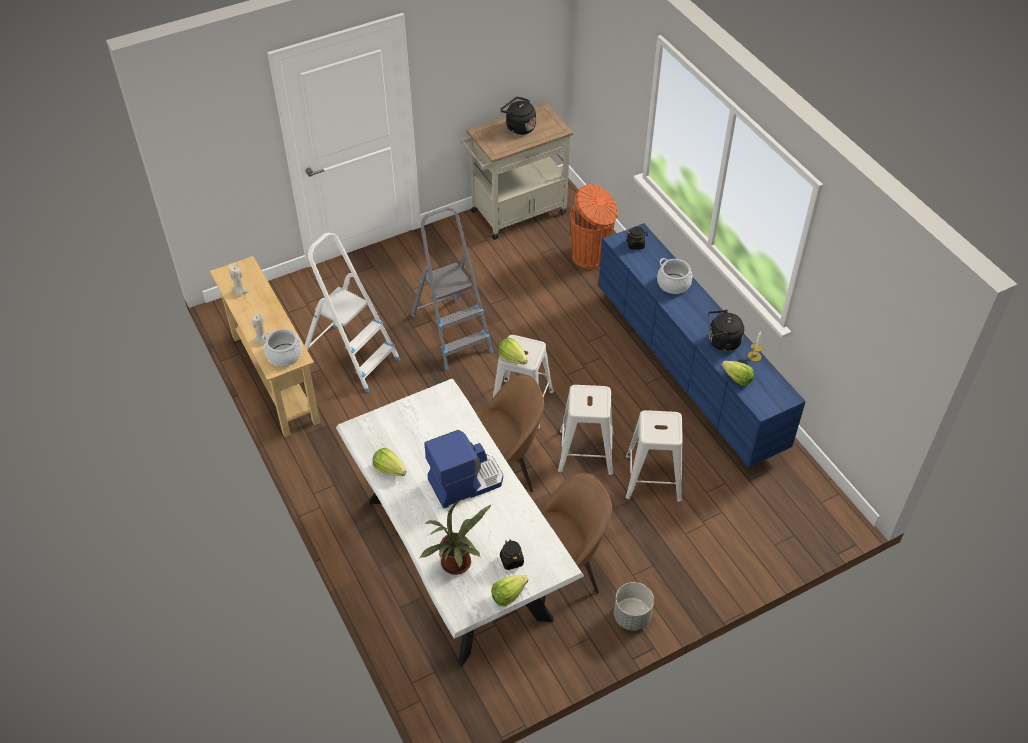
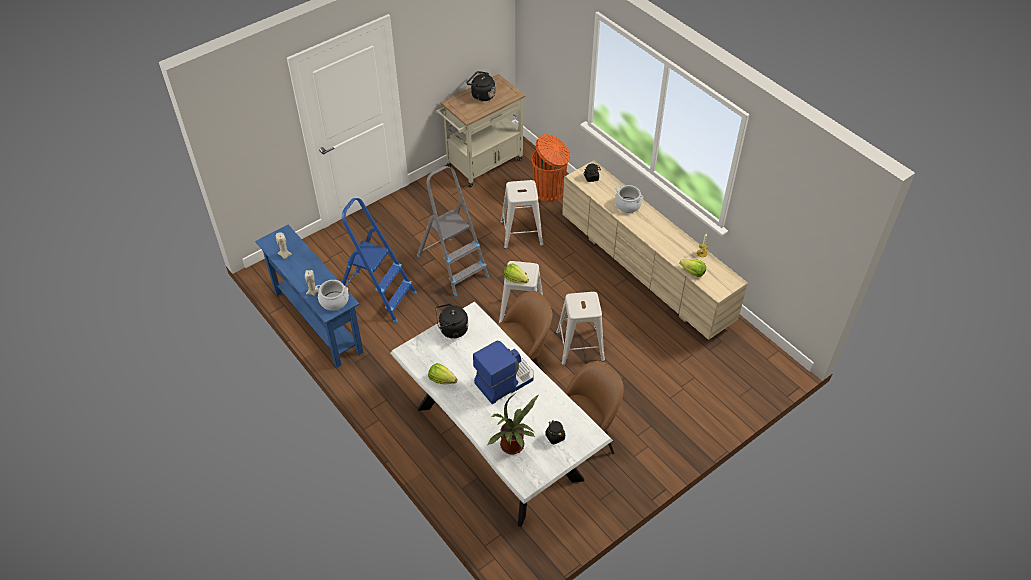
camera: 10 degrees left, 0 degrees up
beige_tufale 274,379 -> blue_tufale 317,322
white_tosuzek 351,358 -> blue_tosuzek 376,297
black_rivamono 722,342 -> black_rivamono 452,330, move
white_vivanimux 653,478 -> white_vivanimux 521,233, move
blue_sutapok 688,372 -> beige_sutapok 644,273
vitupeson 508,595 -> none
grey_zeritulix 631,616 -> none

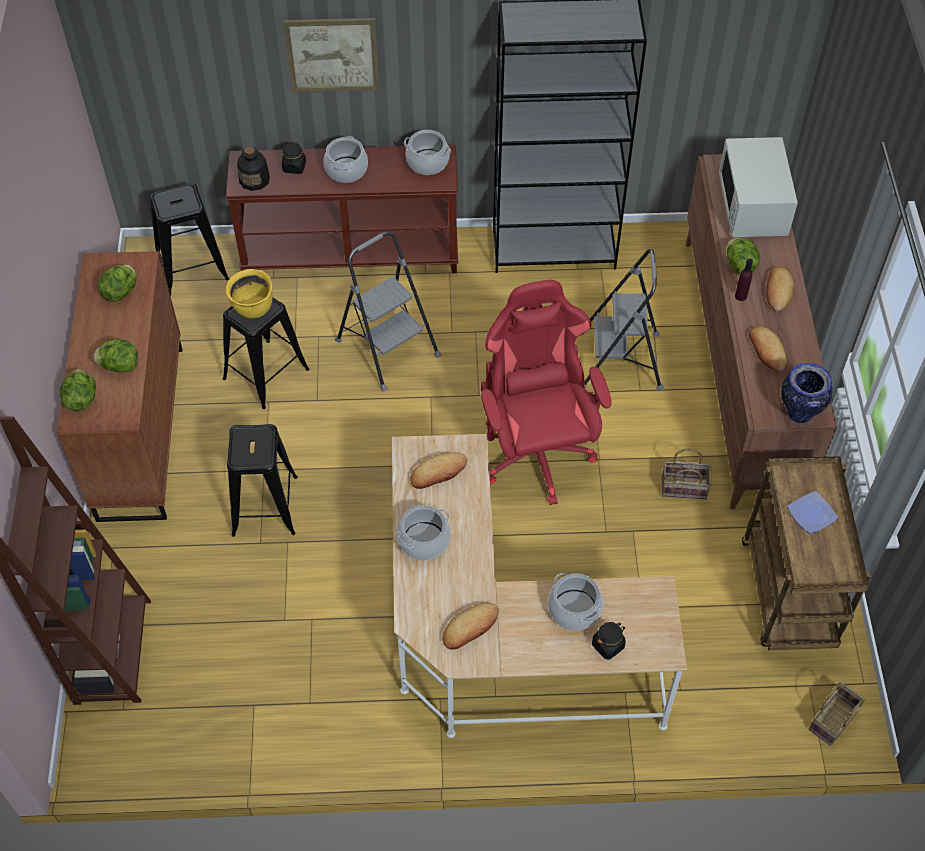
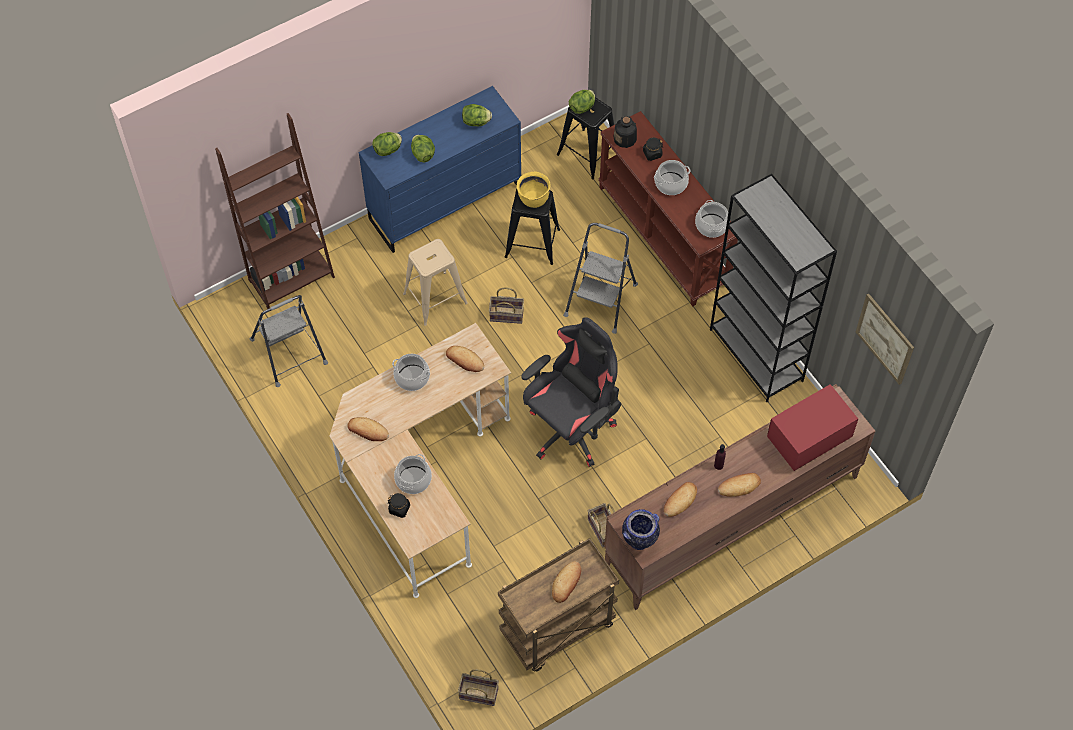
camera: 60 degrees right, 5 degrees up
grey_tosuzek 623,360 -> grey_tosuzek 289,352, move
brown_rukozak 139,431 -> blue_rukozak 444,201
black_vivanimux 265,506 -> beige_vivanimux 434,298
none -> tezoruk 507,314
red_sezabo 537,457 -> black_sezabo 570,431
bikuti 811,513 -> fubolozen 566,583
vitupeson 739,265 -> vitupeson 582,107, move
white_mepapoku 752,207 -> red_mepapoku 809,438
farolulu 332,55 -> farolulu 885,338, move

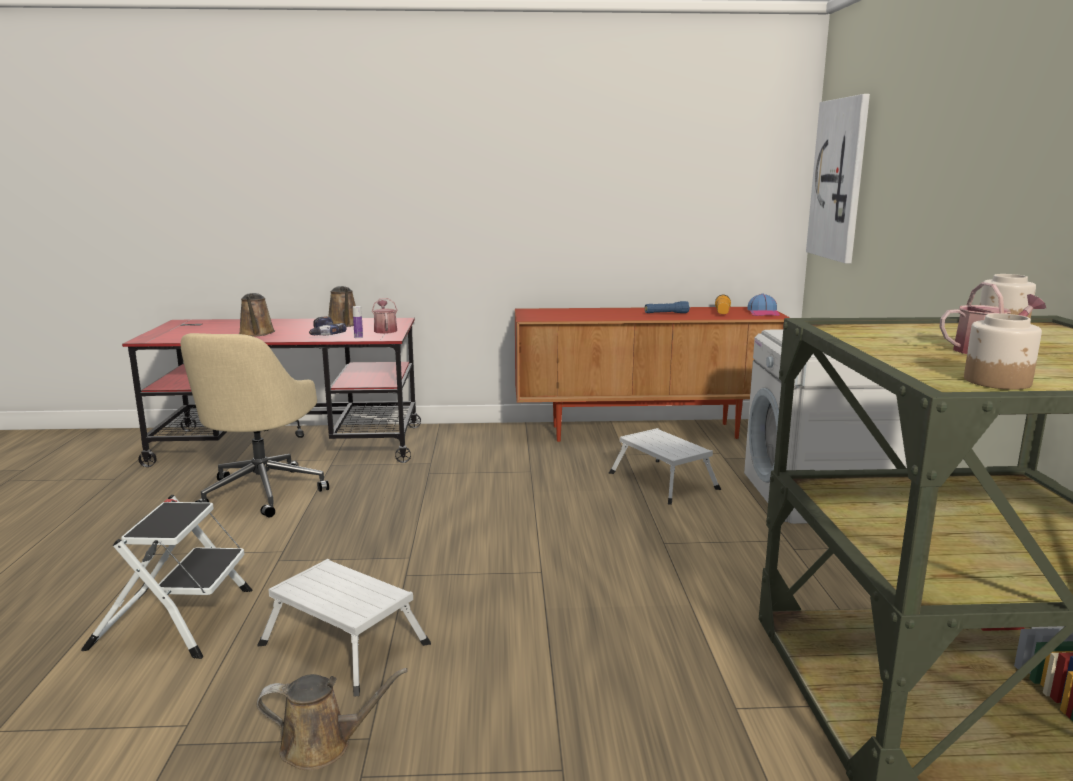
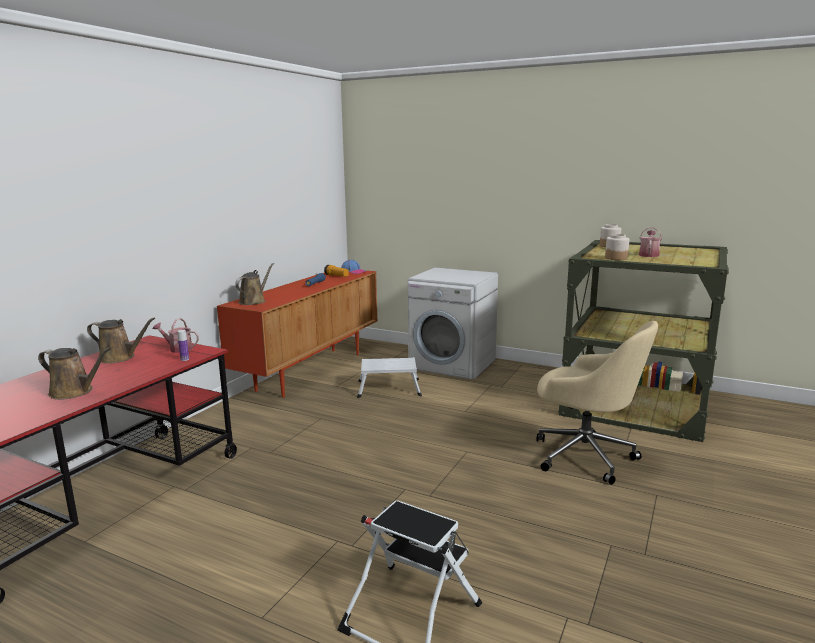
camera: 60 degrees left, 0 degrees up
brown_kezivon 323,745 -> brown_kezivon 254,301, move
beige_sezabo 262,493 -> beige_sezabo 585,457, move
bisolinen 998,382 -> bisolinen 616,258, move
white_tosuzek 345,644 -> none
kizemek 323,334 -> none
farolulu 839,179 -> none

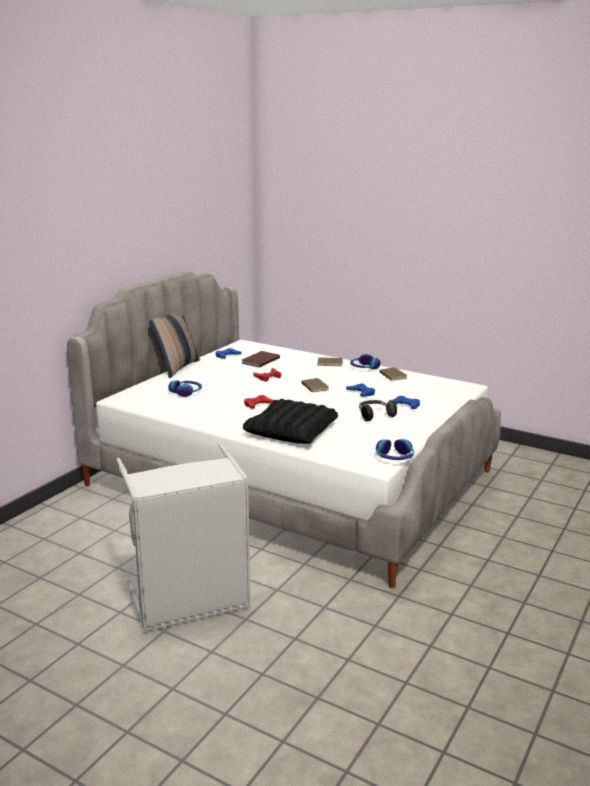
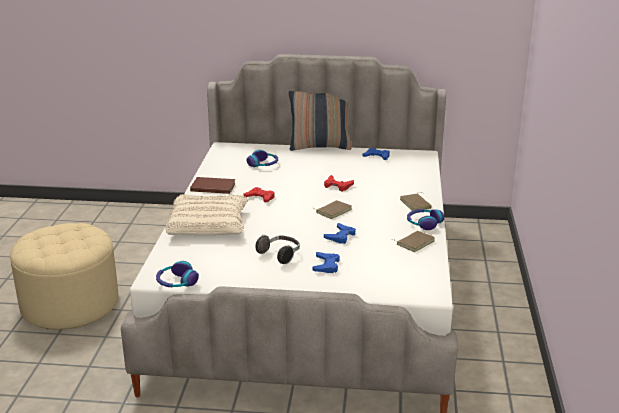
camera: 65 degrees right, 5 degrees up
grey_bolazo 190,603 -> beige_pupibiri 70,304
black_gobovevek 291,431 -> beige_gobovevek 208,224
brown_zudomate 259,361 -> brown_zudomate 212,187, move

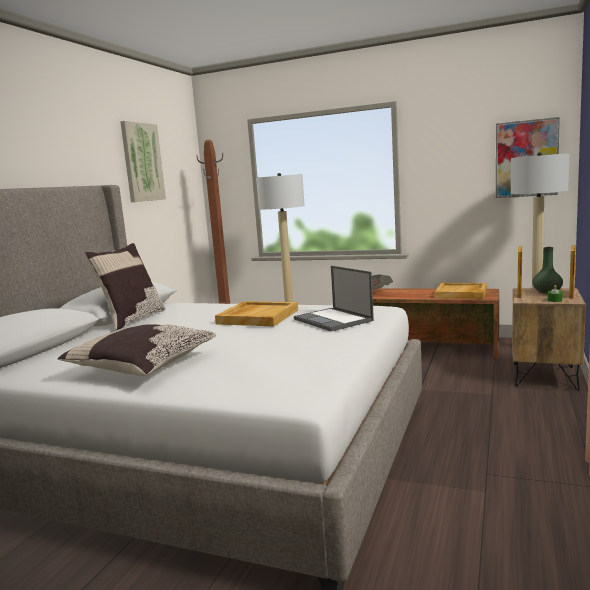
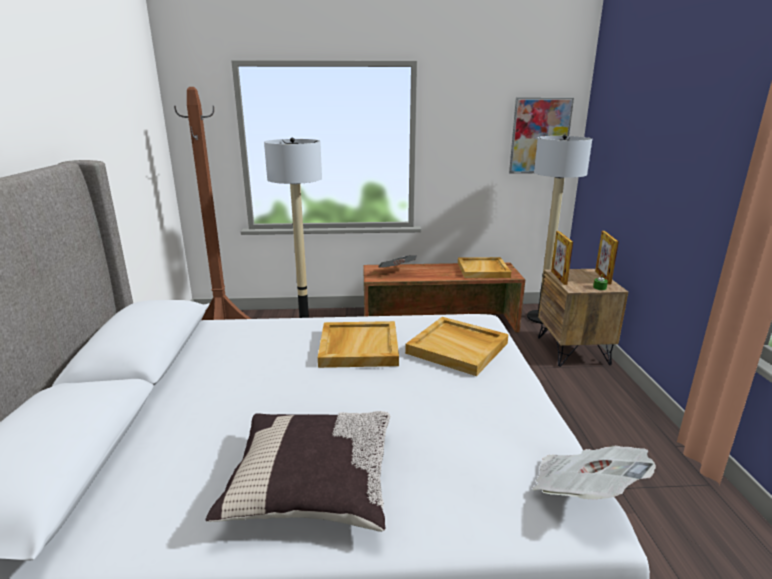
camera: 25 degrees left, 10 degrees up
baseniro 333,320 -> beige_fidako 458,348
none -> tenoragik 583,491
gobovevek 132,320 -> none
farolulu 142,162 -> none
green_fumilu 547,292 -> none

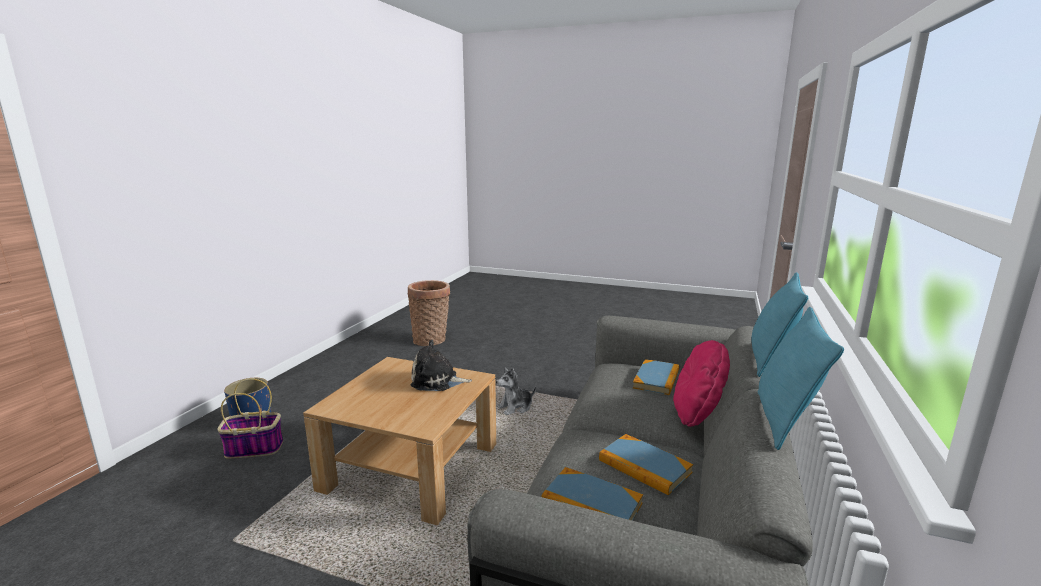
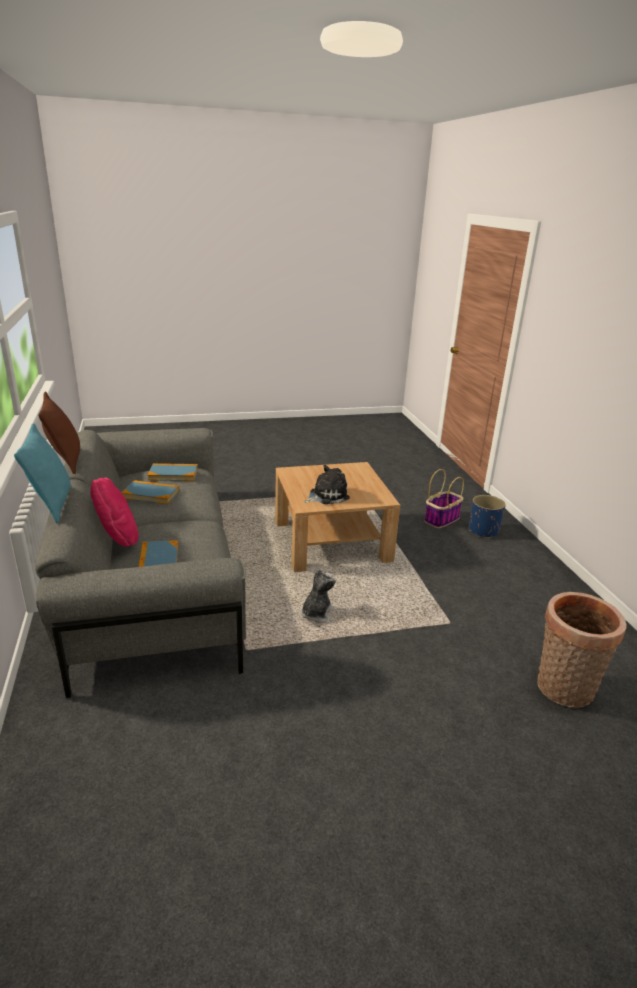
camera: 145 degrees right, 10 degrees up
turquoise_gobovevek 784,421 -> brown_gobovevek 66,461

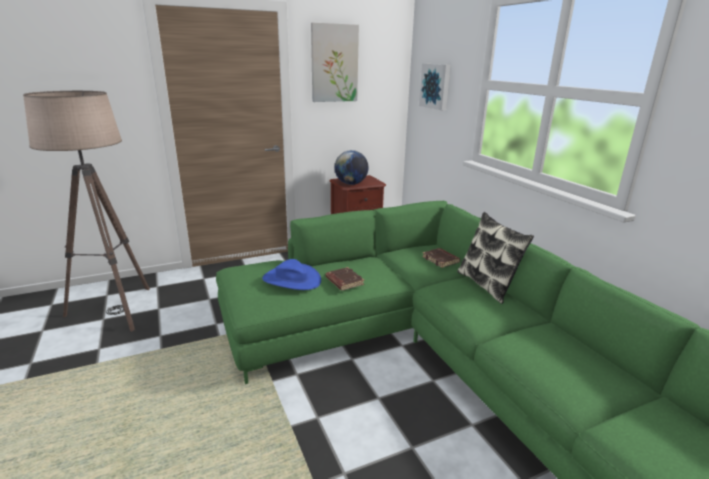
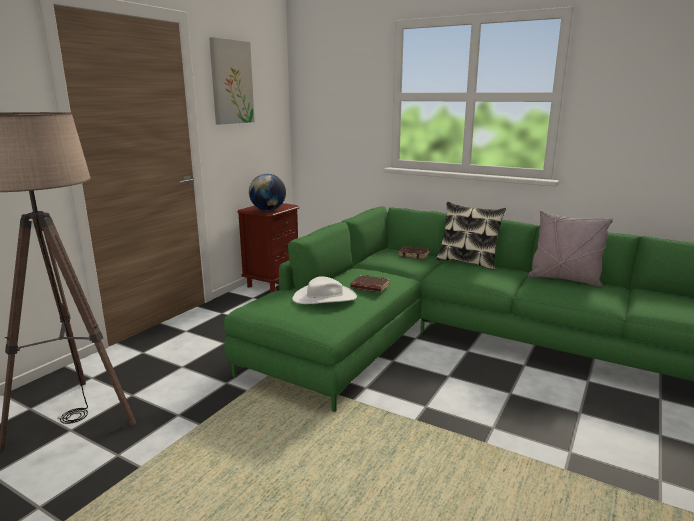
camera: 35 degrees left, 5 degrees down
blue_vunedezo 291,280 -> white_vunedezo 324,298
none -> purple_gobovevek 564,279
farolulu 436,86 -> none

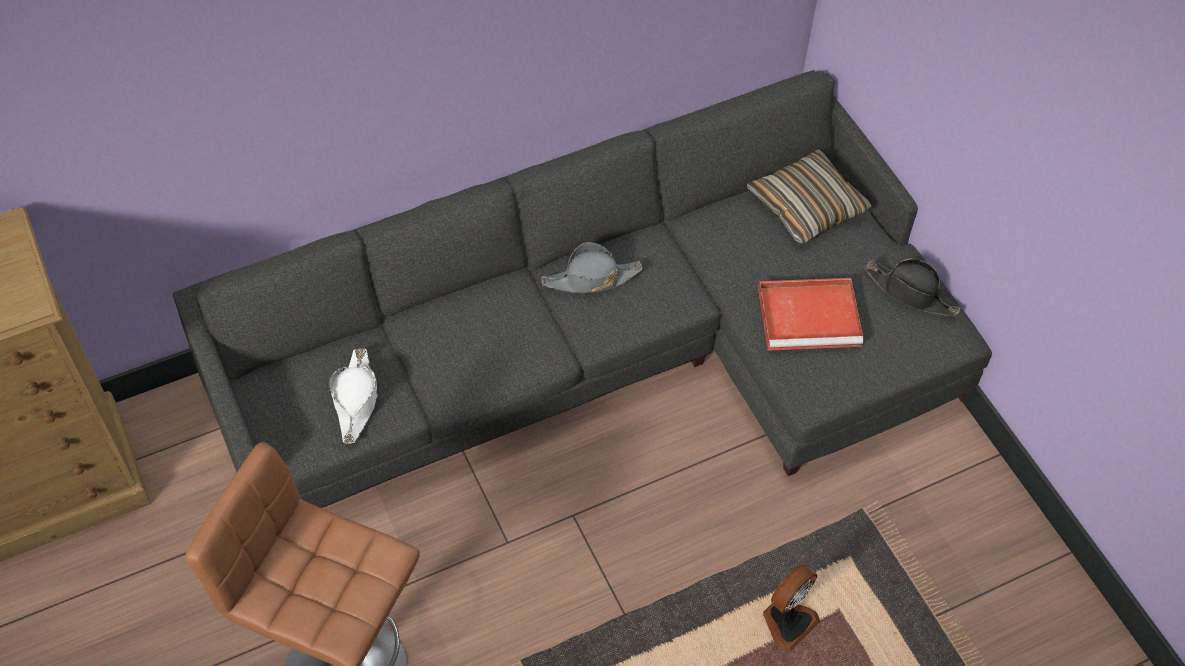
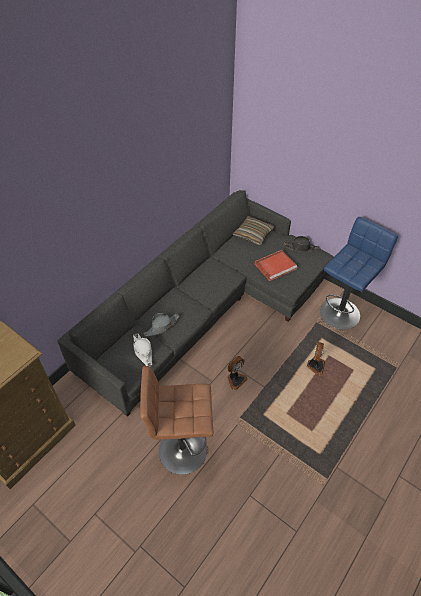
camera: 25 degrees left, 5 degrees down
grey_vunedezo 591,279 -> grey_vunedezo 162,326, move
none -> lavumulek 235,379
none -> blue_vivanimux 340,313

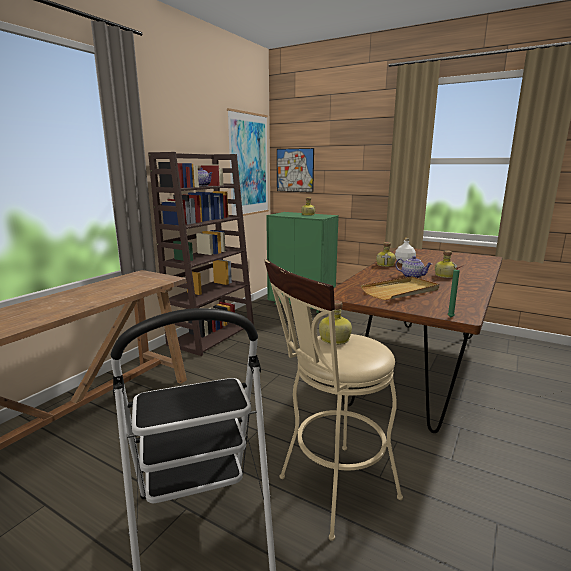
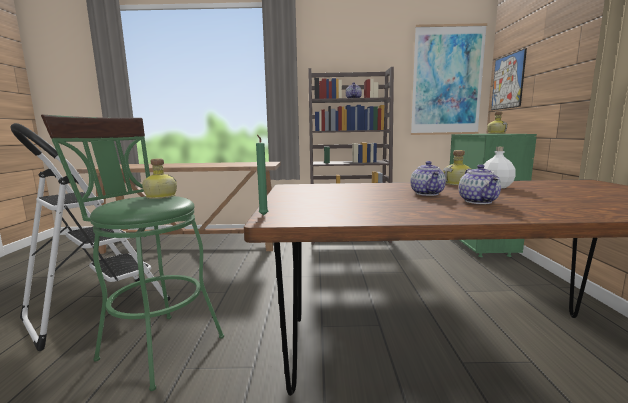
camera: 60 degrees right, 5 degrees down
beige_vivanimux 330,492 -> green_vivanimux 155,345
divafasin 444,275 -> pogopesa 479,201
beige_fidako 401,291 -> none

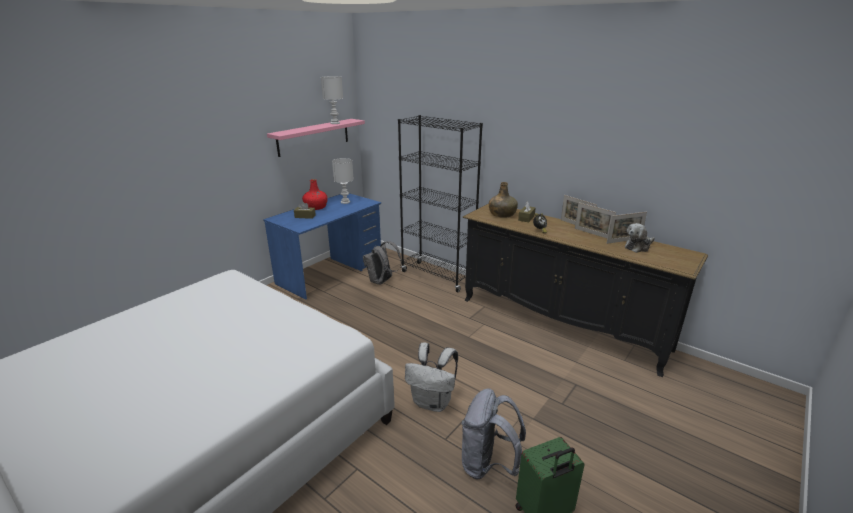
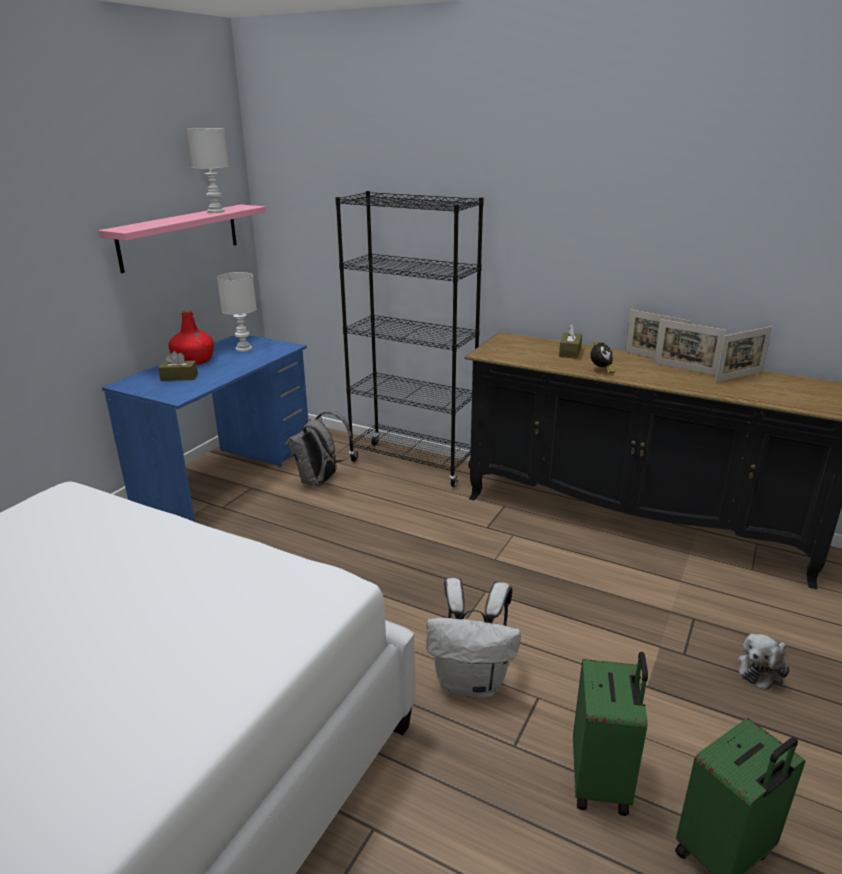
camera: 10 degrees left, 0 degrees up
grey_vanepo 488,464 -> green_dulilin 602,781
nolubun 638,247 -> nolubun 762,669, move
green_divafasin 502,214 -> none

